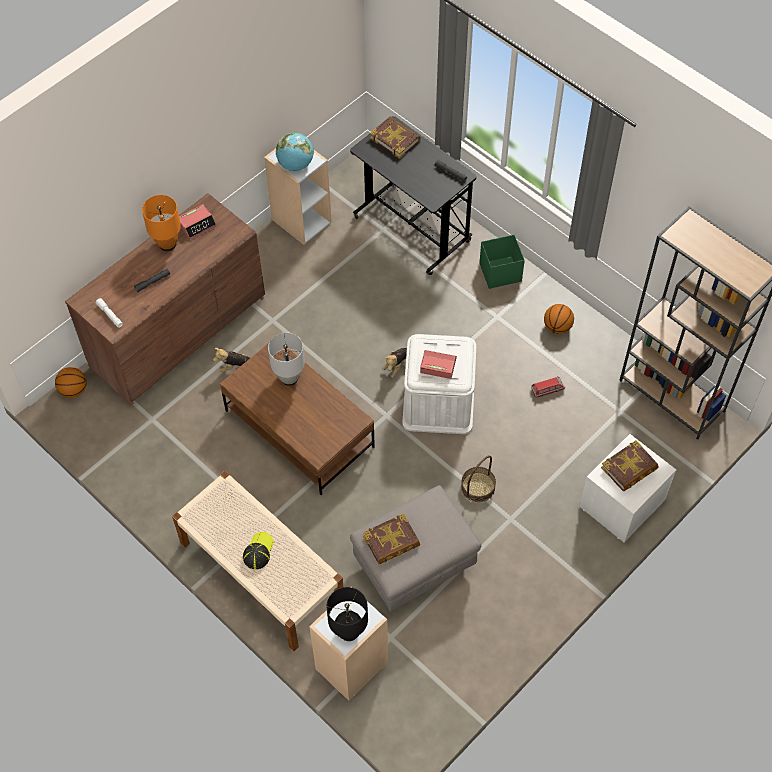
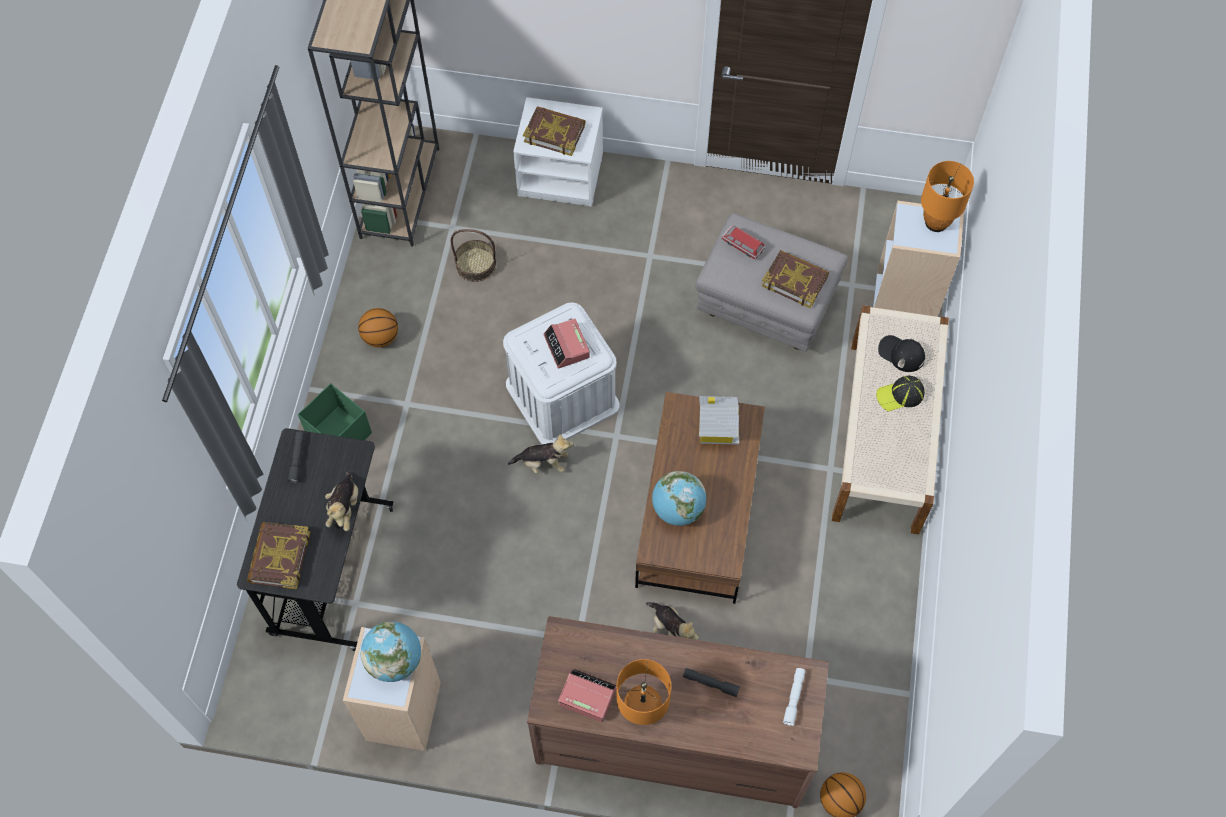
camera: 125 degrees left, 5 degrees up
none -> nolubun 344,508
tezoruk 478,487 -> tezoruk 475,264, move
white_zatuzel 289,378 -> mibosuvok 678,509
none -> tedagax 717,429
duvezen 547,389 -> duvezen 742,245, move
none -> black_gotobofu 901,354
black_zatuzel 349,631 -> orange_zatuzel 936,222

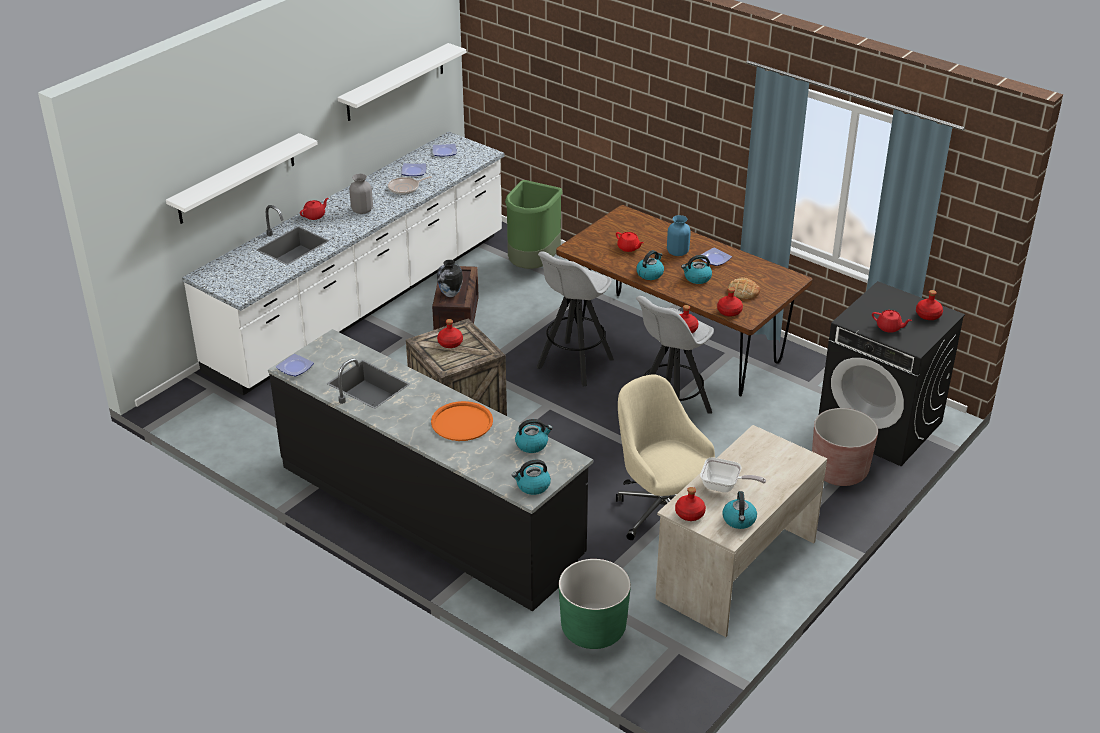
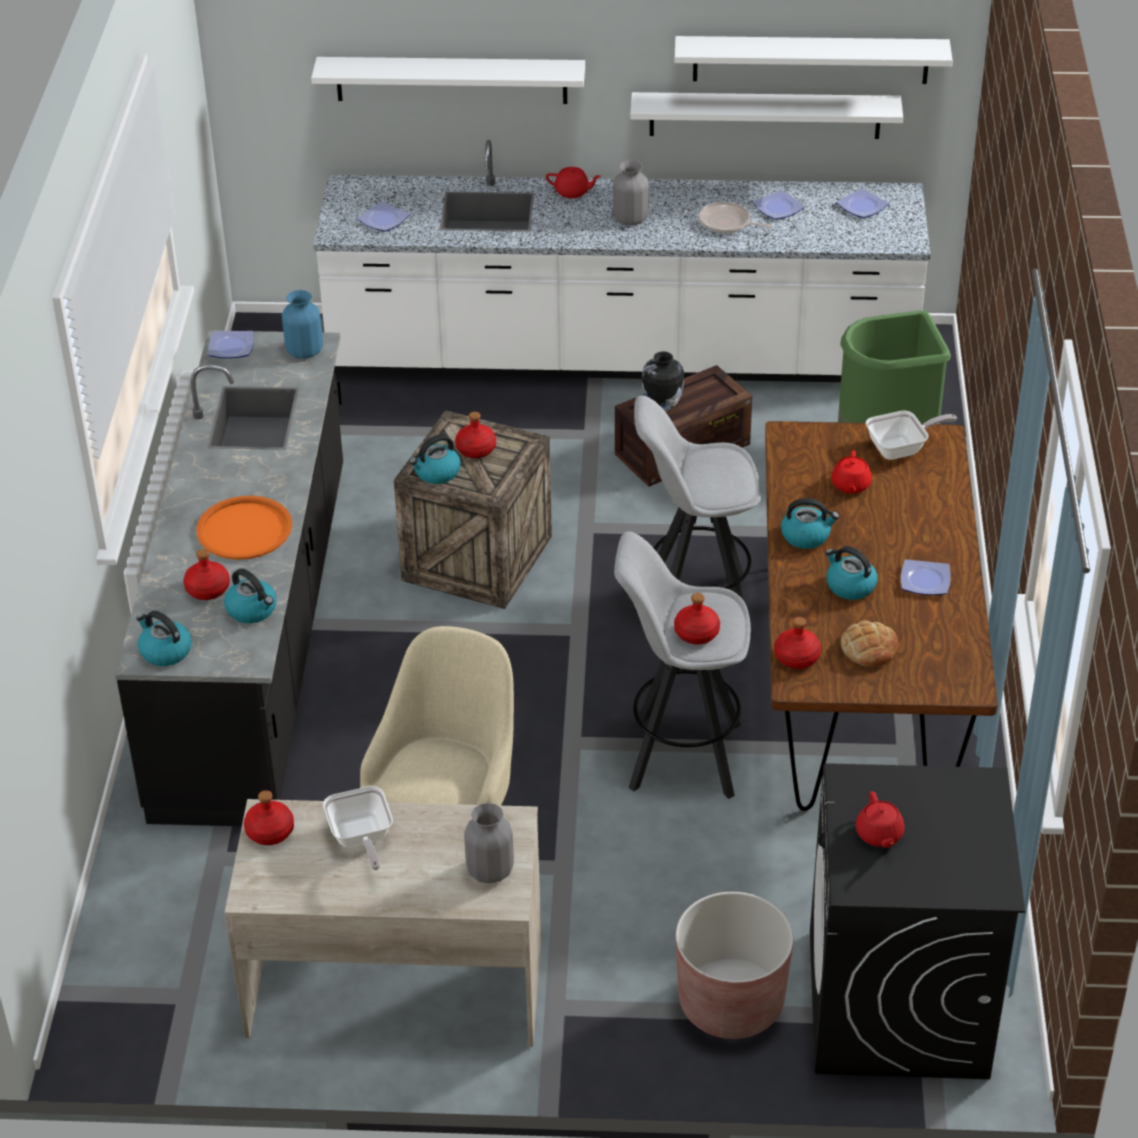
camera: 55 degrees right, 5 degrees up
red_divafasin 928,315 -> red_divafasin 207,589, move
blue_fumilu 677,252 -> blue_fumilu 304,351, move
none -> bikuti 383,221
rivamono 739,520 -> rivamono 436,473, move
none -> grey_fumilu 490,870
none -> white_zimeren 765,115
none -> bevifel 901,449
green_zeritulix 593,629 -> none

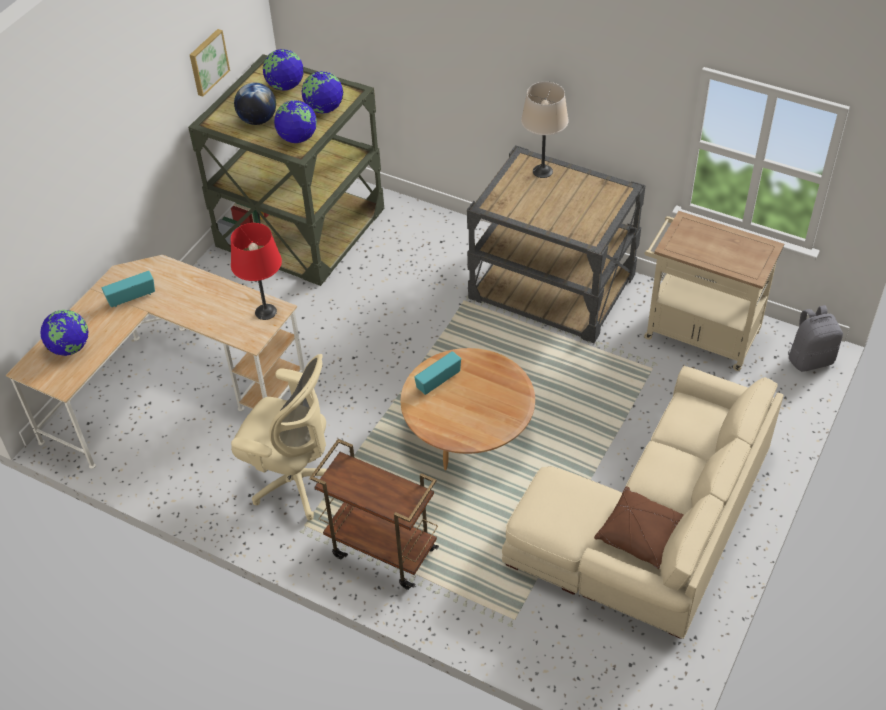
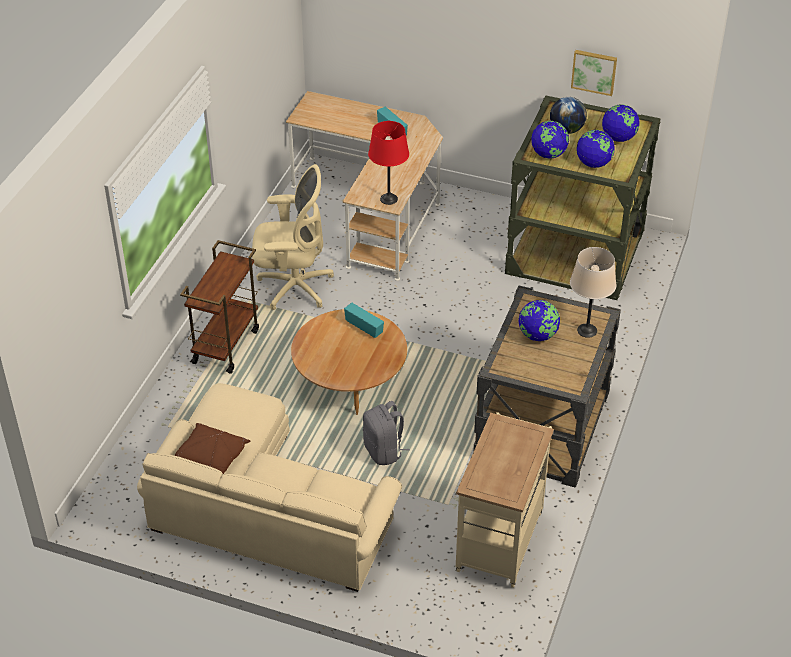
camera: 80 degrees right, 5 degrees down
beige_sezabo 292,480 -> beige_sezabo 291,288, 105 degrees counterclockwise
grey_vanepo 810,359 -> grey_vanepo 384,451, move
mibosuvok 70,347 -> mibosuvok 538,335, move

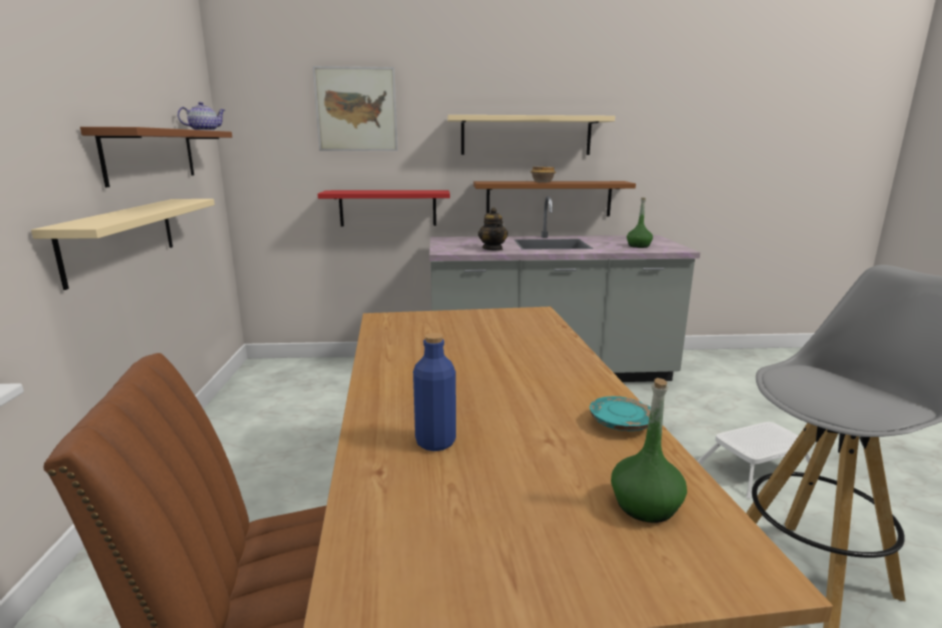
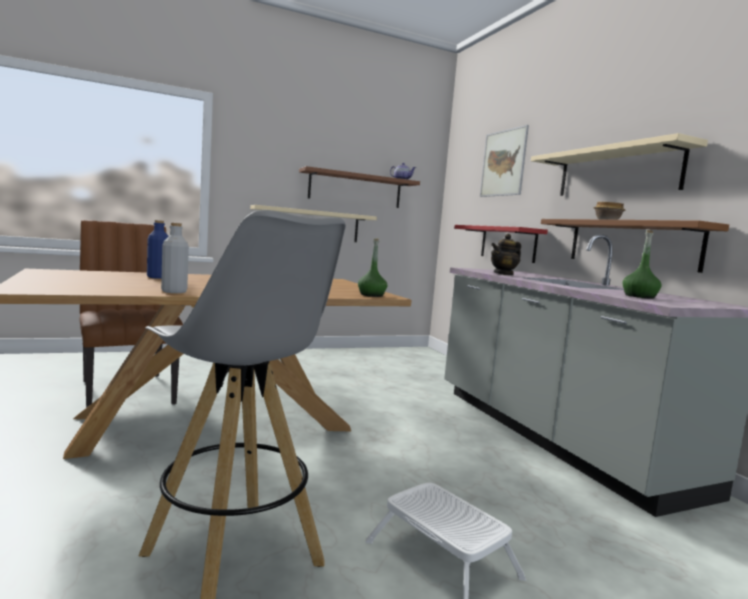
camera: 70 degrees right, 10 degrees down
turquoise_bikuti 620,423 -> grey_divafasin 174,291
green_divafasin 646,506 -> green_divafasin 371,295, move

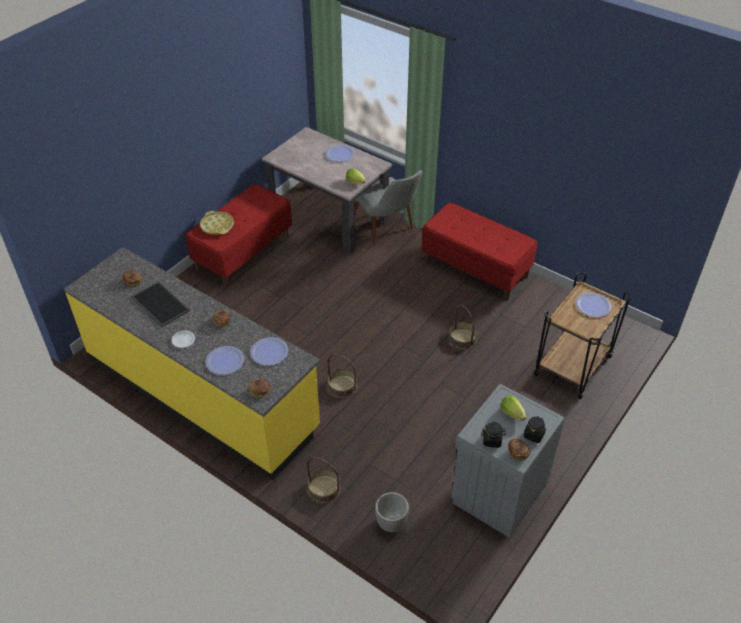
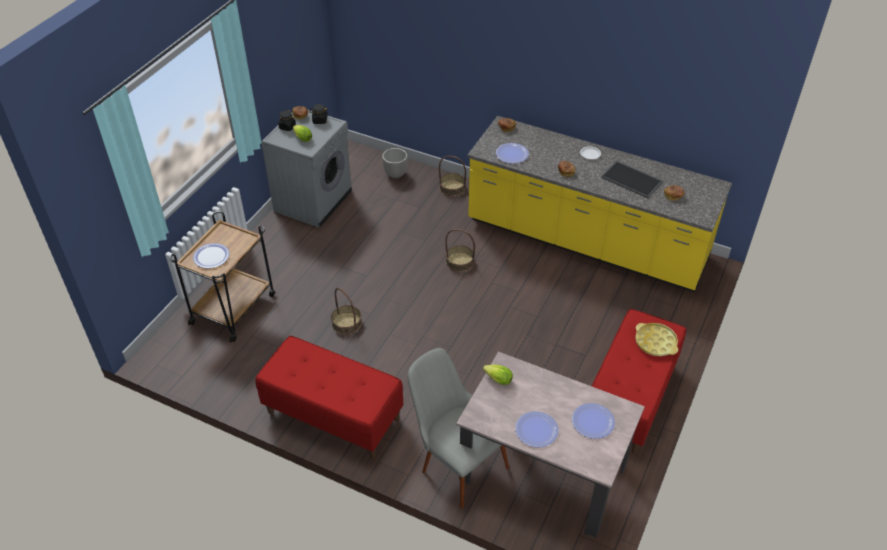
camera: 170 degrees right, 0 degrees up
bikuti 225,361 -> bikuti 593,421, move

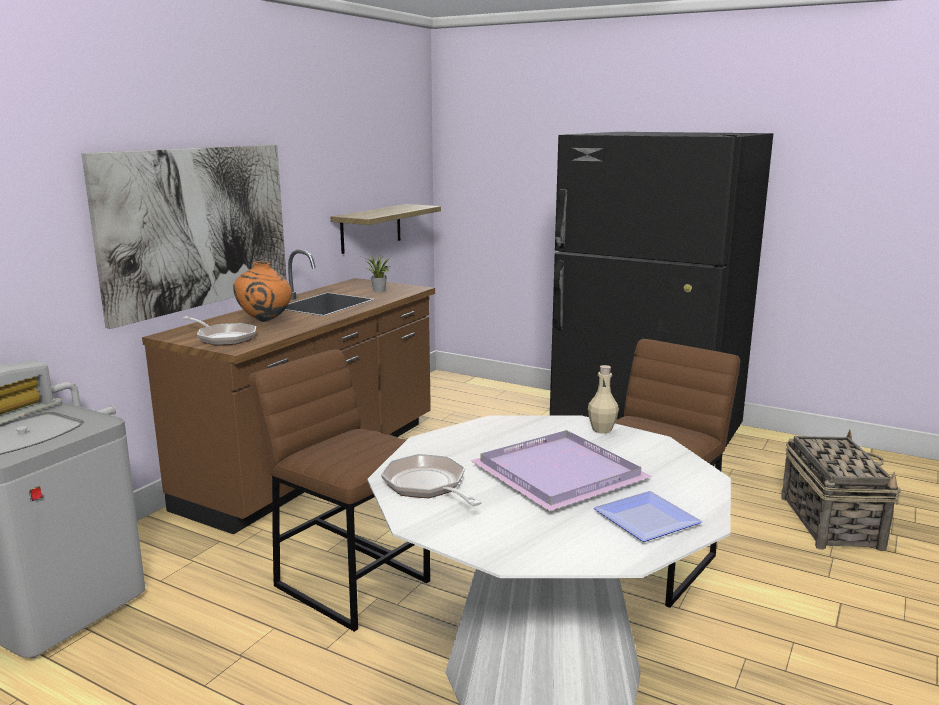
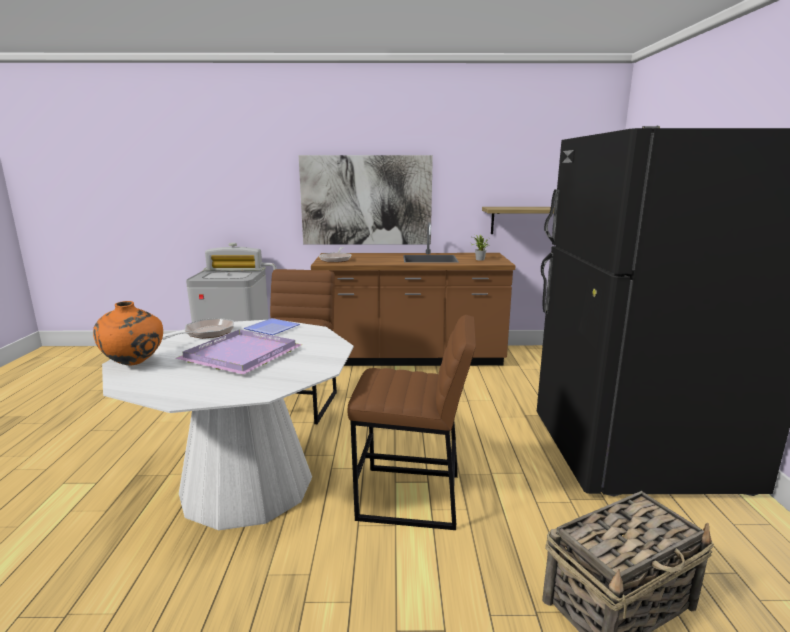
camera: 60 degrees right, 0 degrees up
orange_fumilu 265,321 -> orange_fumilu 134,364, move
bikuti 650,520 -> bikuti 272,329, move
beige_divafasin 602,430 -> none

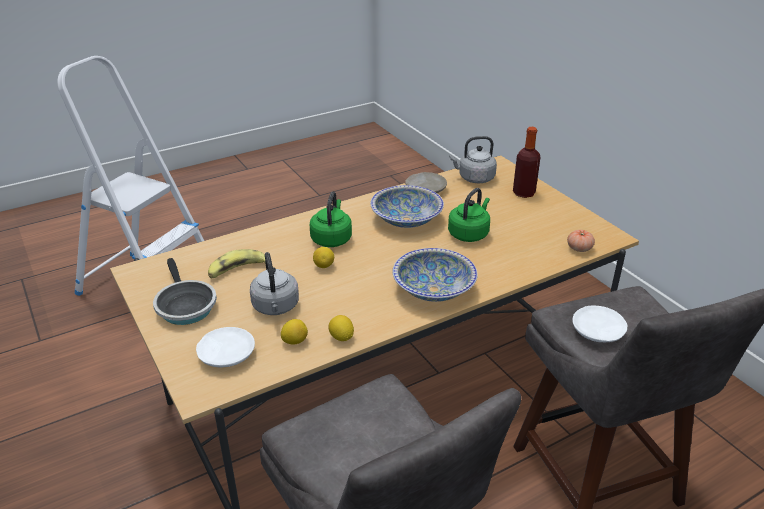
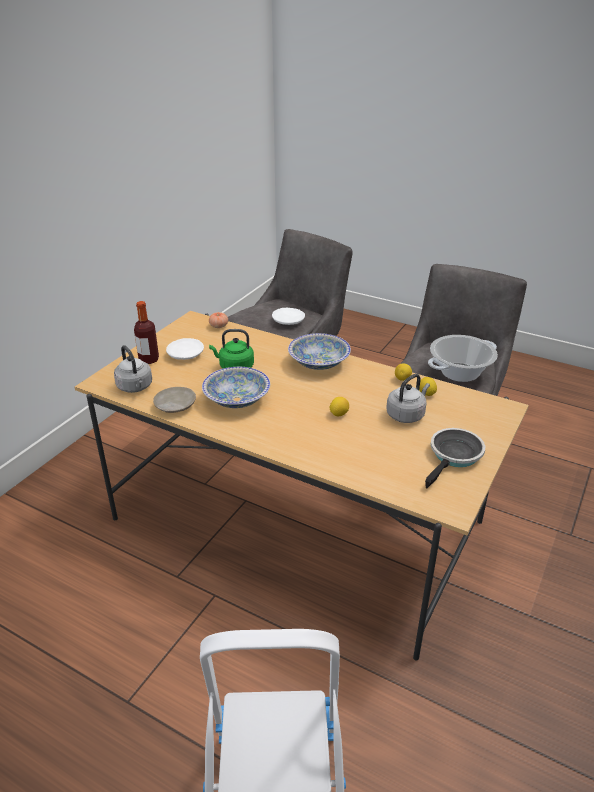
camera: 120 degrees left, 0 degrees up
white_bikuti 226,354 -> white_bikuti 185,354, move
none -> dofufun 459,372
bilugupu 237,270 -> none
green_rivamono 332,238 -> none

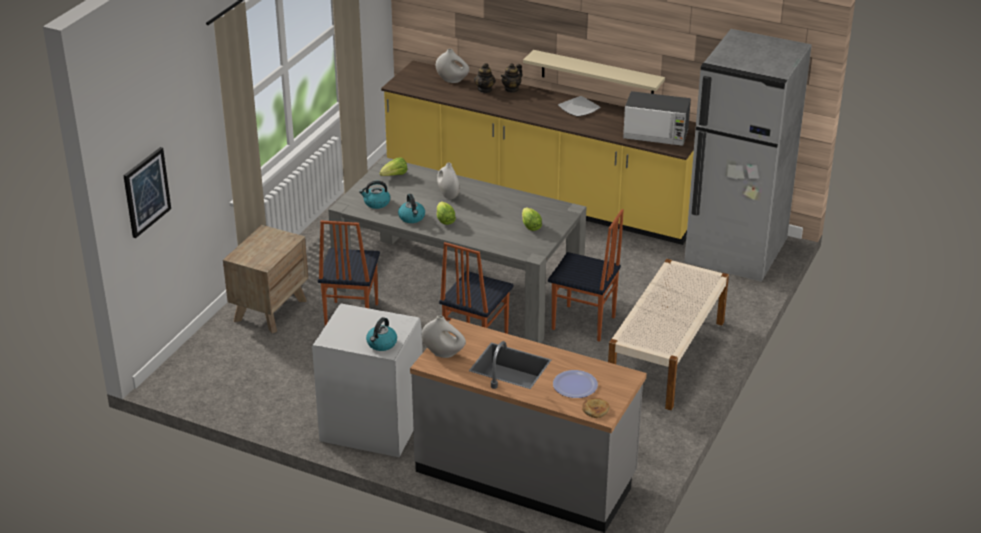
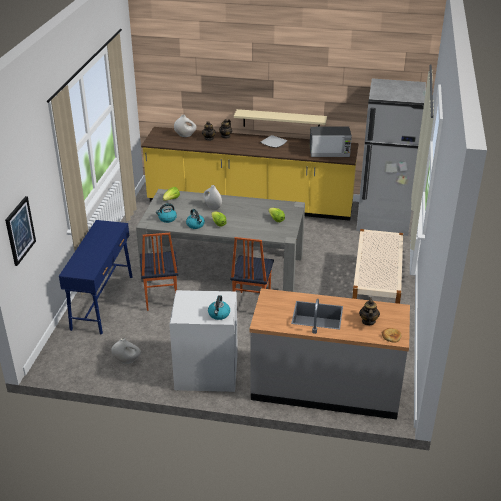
camera: 15 degrees left, 0 degrees up
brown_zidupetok 270,309 -> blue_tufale 103,302
white_fumilu 443,353 -> white_fumilu 127,360, move
bikuti 575,385 -> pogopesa 368,321
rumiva 583,324 -> none

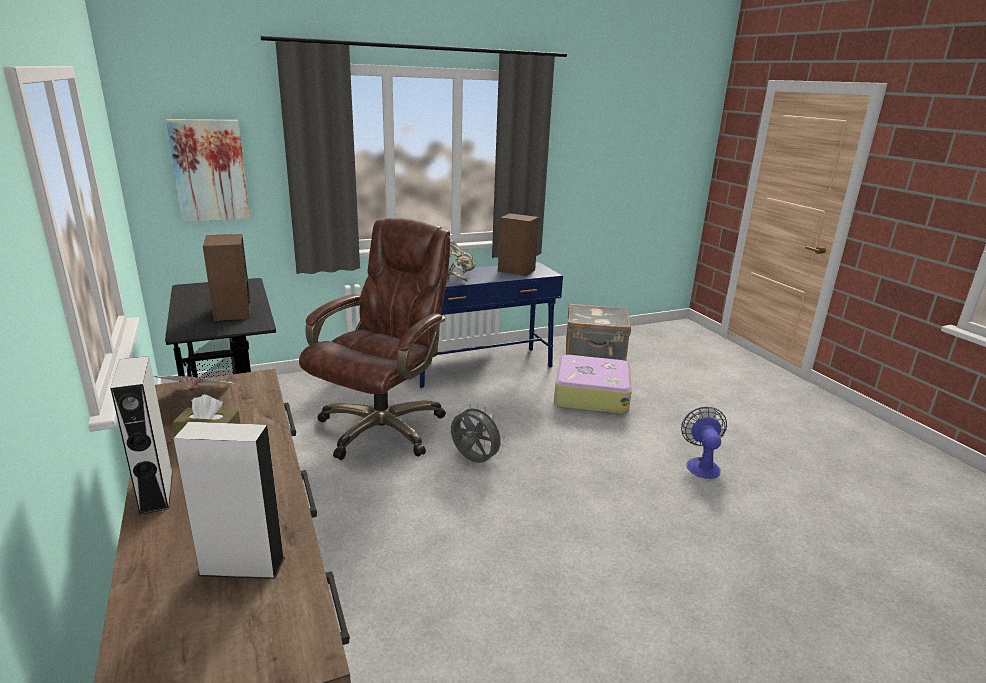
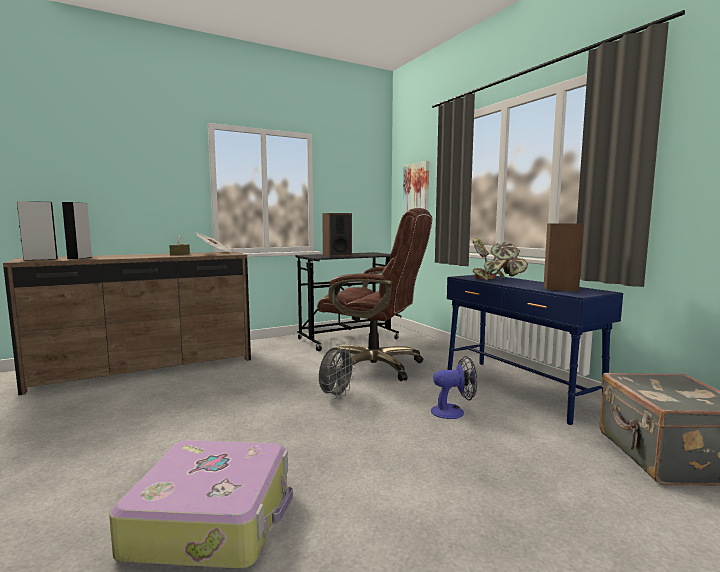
camera: 85 degrees right, 15 degrees down
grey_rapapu 156,492 -> grey_rapapu 41,259, move
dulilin 590,395 -> dulilin 213,518, move
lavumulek 701,464 -> lavumulek 453,412, move

